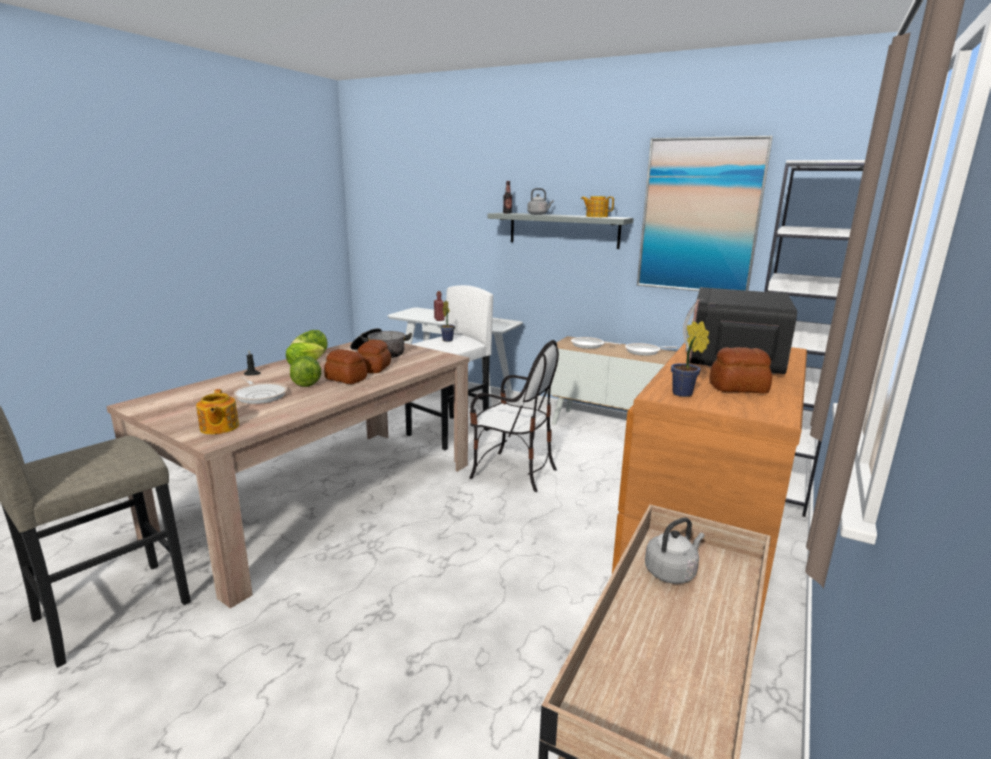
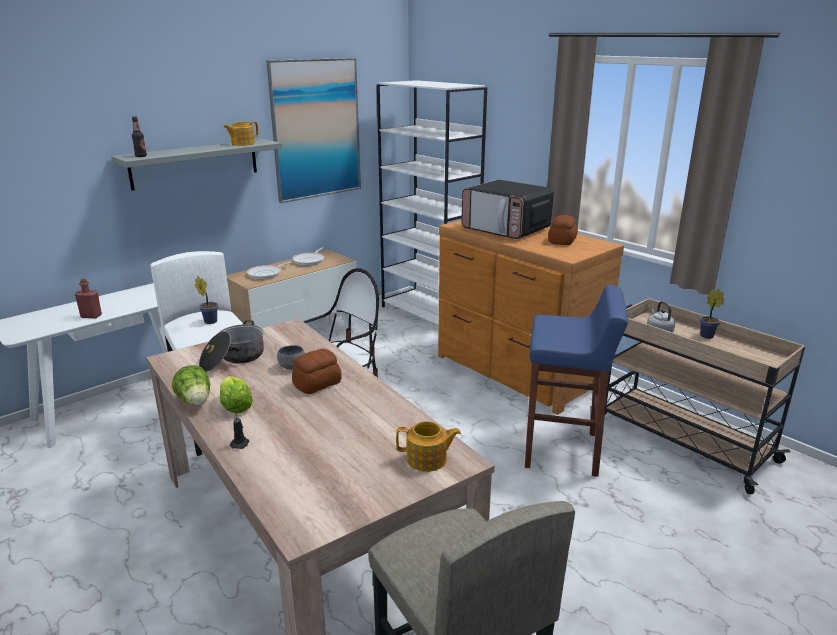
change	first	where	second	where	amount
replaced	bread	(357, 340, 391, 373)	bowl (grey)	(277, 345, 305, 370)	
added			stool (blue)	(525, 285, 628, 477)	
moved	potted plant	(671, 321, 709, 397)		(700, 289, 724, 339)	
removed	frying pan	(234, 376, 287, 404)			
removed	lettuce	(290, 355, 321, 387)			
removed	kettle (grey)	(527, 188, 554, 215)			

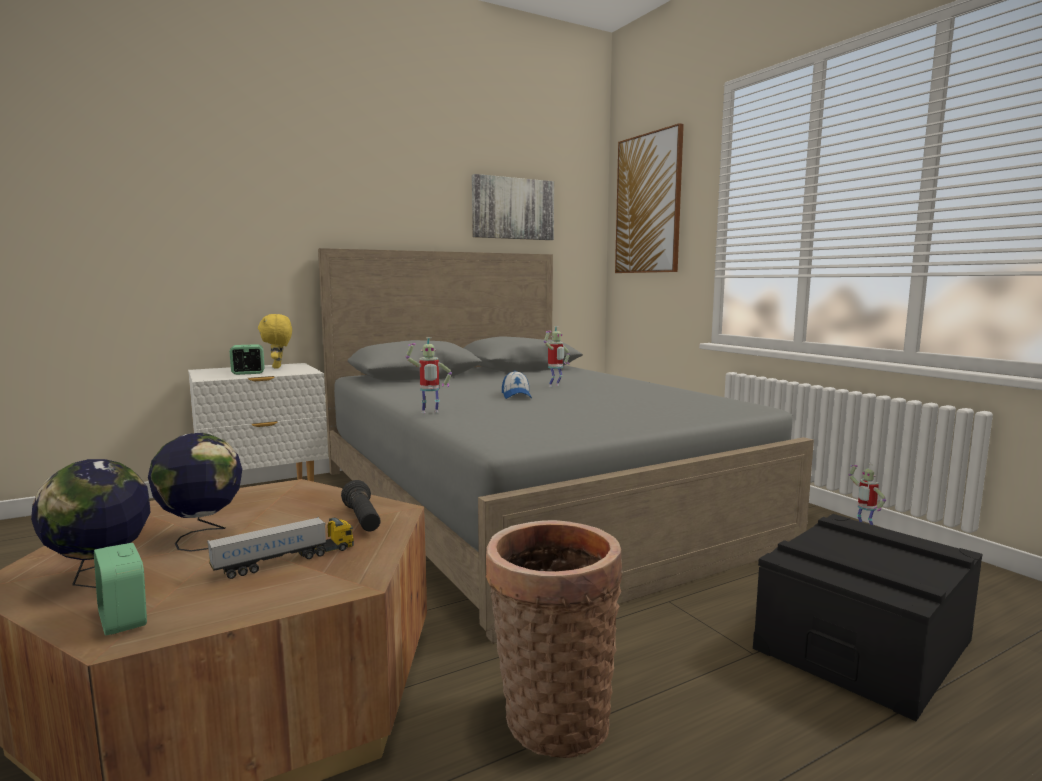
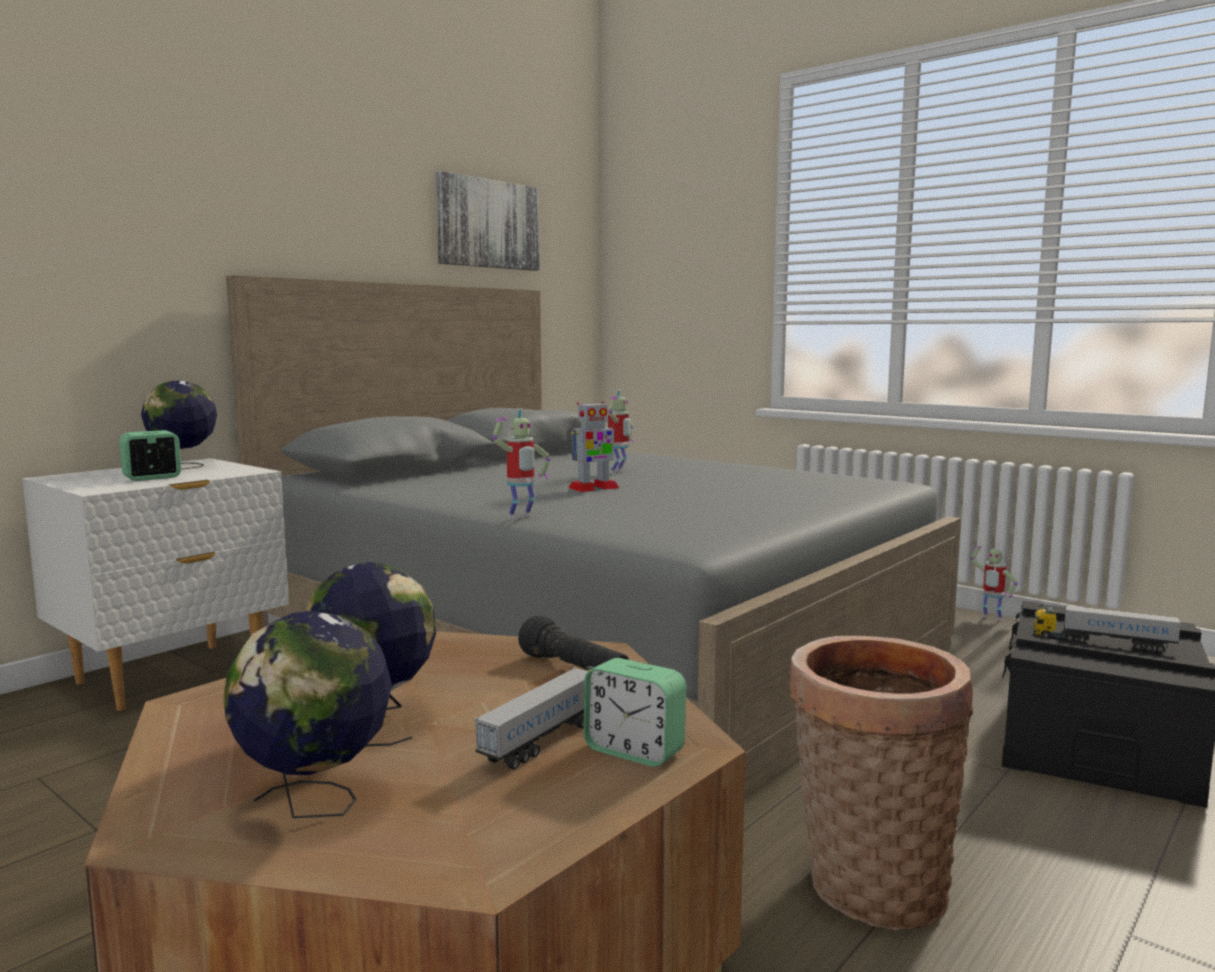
change	first	where	second	where	amount
replaced	plush toy (yellow)	(258, 314, 292, 369)	globe	(141, 380, 217, 469)	
replaced	cap	(502, 370, 532, 399)	toy robot	(568, 401, 619, 492)	
moved	alarm clock	(94, 543, 147, 636)		(584, 658, 686, 767)	
added			toy truck	(1033, 605, 1181, 653)	
removed	picture	(615, 123, 684, 273)			

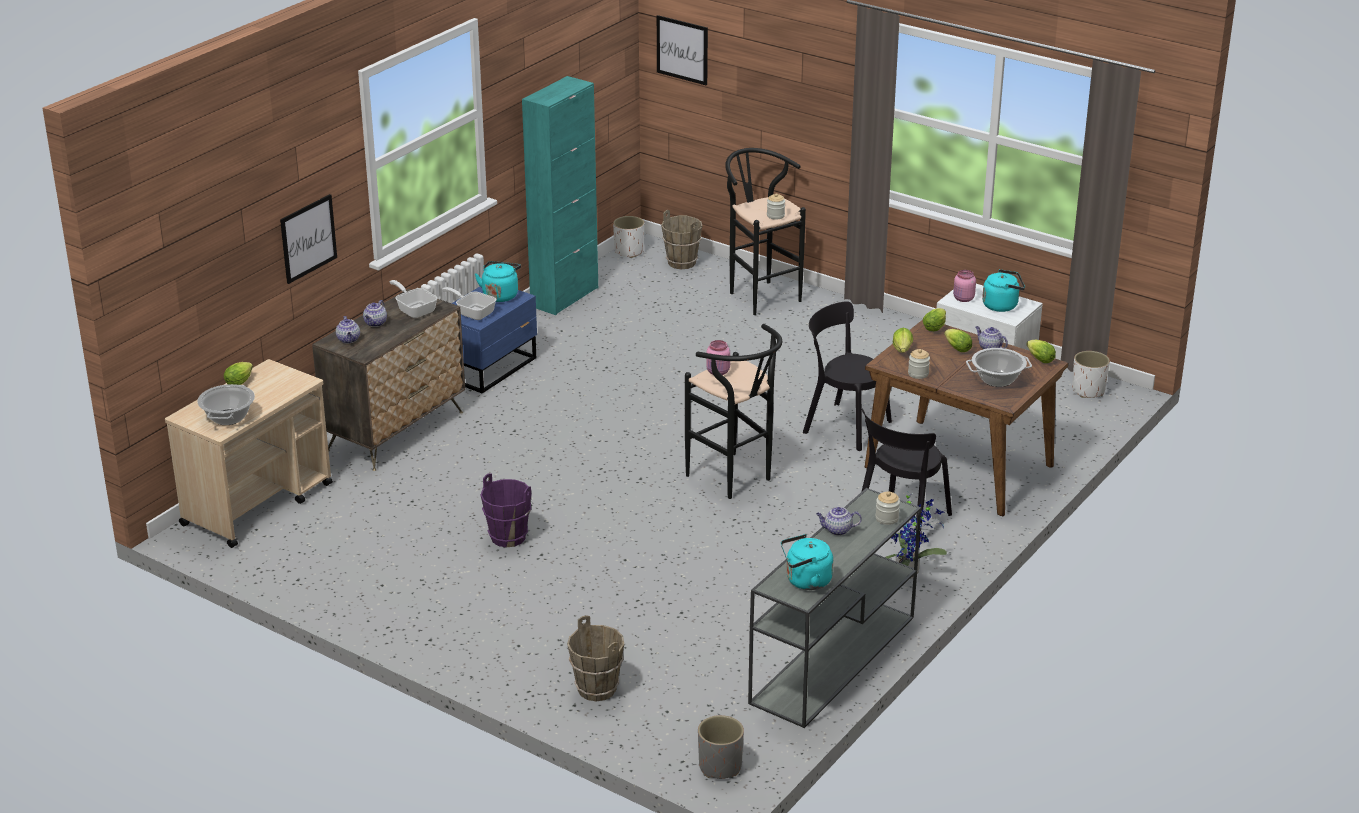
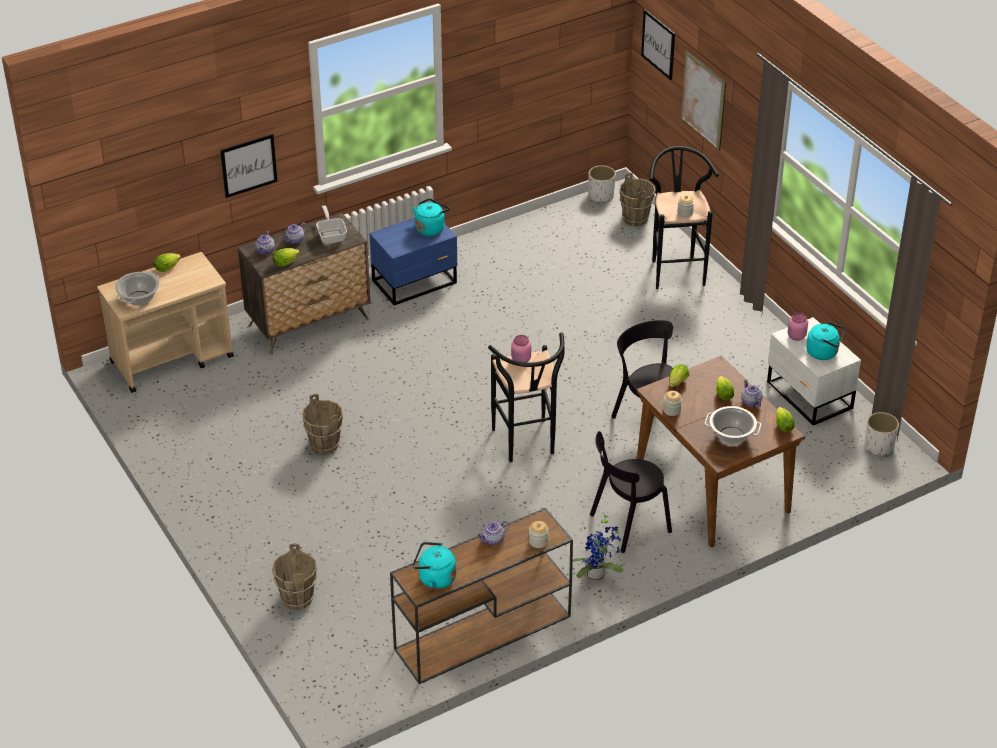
change	first	where	second	where	amount
moved	lettuce	(923, 308, 946, 331)		(273, 248, 300, 267)	
recoloured	bucket (purple)	(480, 473, 531, 547)	bucket (brown)	(302, 394, 343, 455)	
recoloured	console table (grey)	(748, 488, 921, 728)	console table (brown)	(390, 508, 573, 684)	
turned	teapot	(816, 507, 862, 536)		(477, 521, 509, 545)	60 degrees counterclockwise
added			picture	(681, 50, 726, 151)	
removed	frying pan	(442, 287, 496, 320)			
removed	cabinet (turquoise)	(522, 76, 598, 315)			
removed	planter (grey)	(698, 715, 744, 779)			

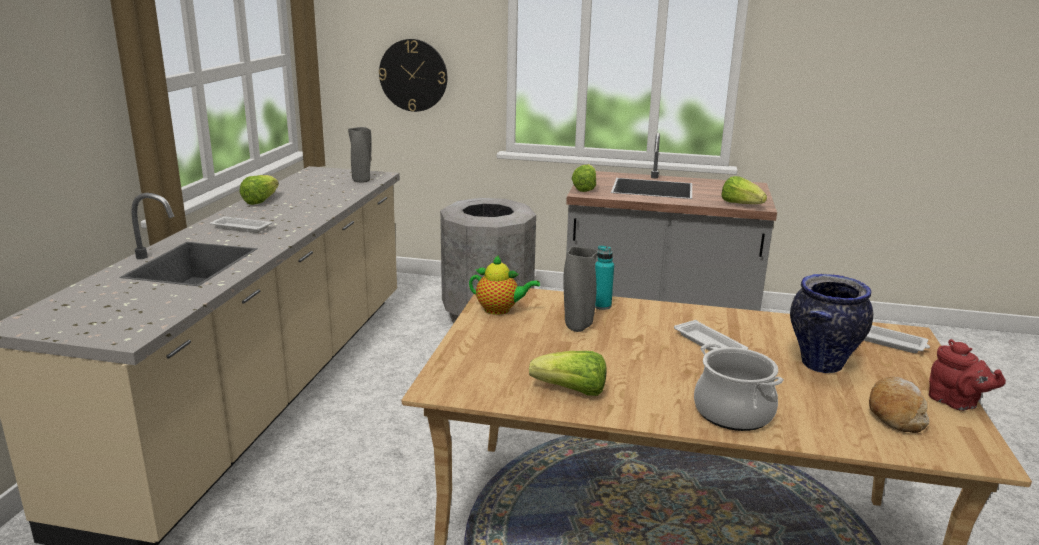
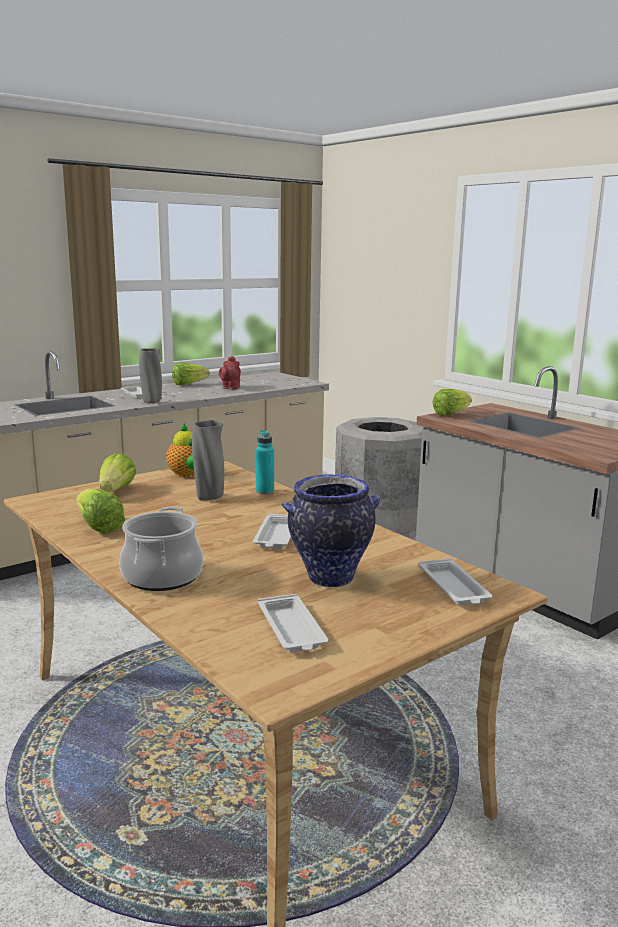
change	first	where	second	where	amount
moved	lettuce	(722, 176, 767, 204)		(99, 453, 137, 492)	
moved	vase (grey)	(348, 127, 372, 183)		(139, 348, 162, 404)	
moved	teapot (red)	(929, 339, 1006, 411)		(219, 356, 241, 390)	
replaced	bread	(869, 377, 930, 433)	tray (white)	(258, 594, 328, 652)	
removed	wall clock	(379, 39, 447, 112)			

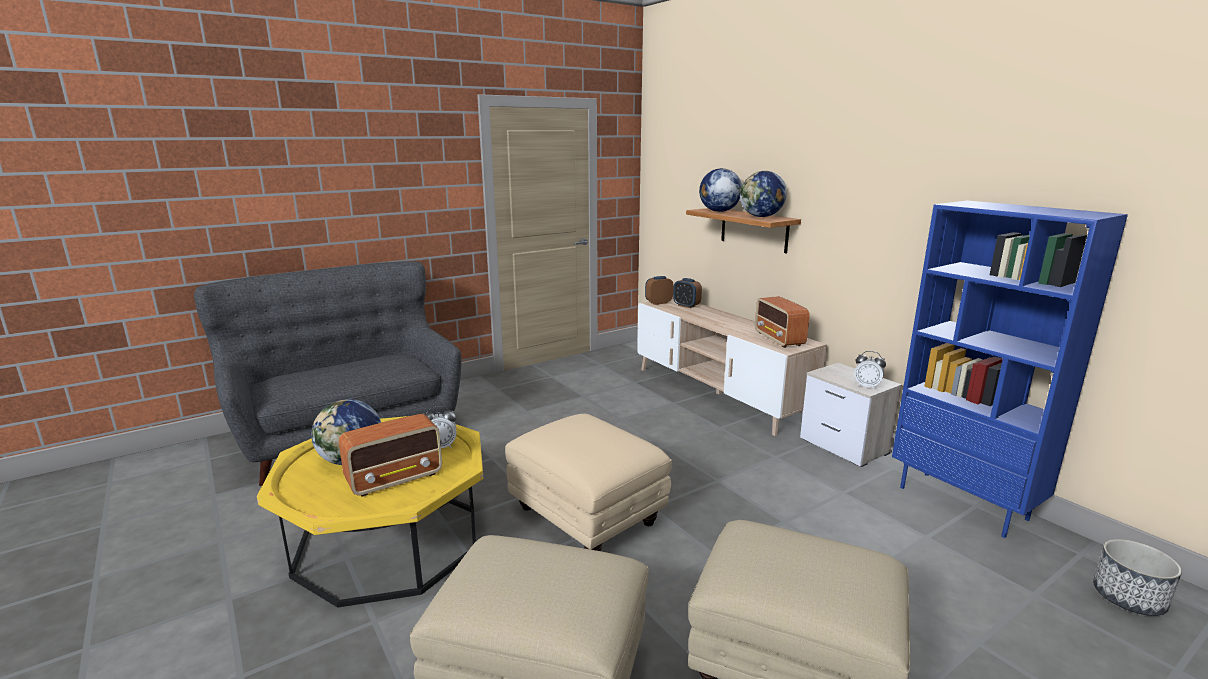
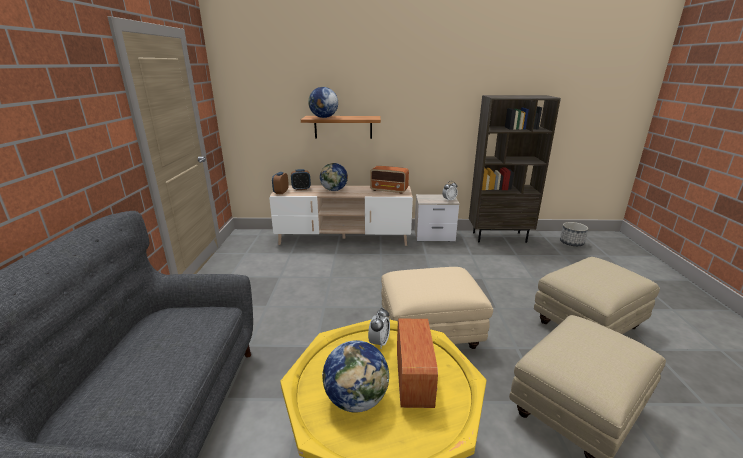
change	first	where	second	where	amount
moved	globe	(740, 171, 787, 217)		(320, 163, 348, 191)	
recoloured	bookcase (blue)	(892, 201, 1128, 538)	bookcase (brown)	(469, 95, 561, 243)	

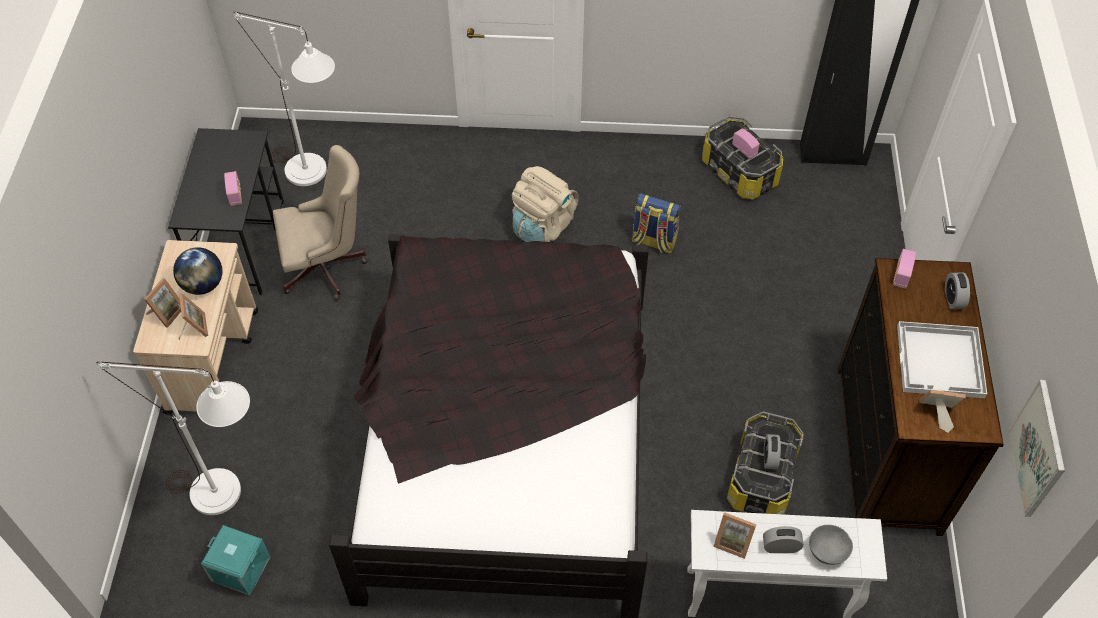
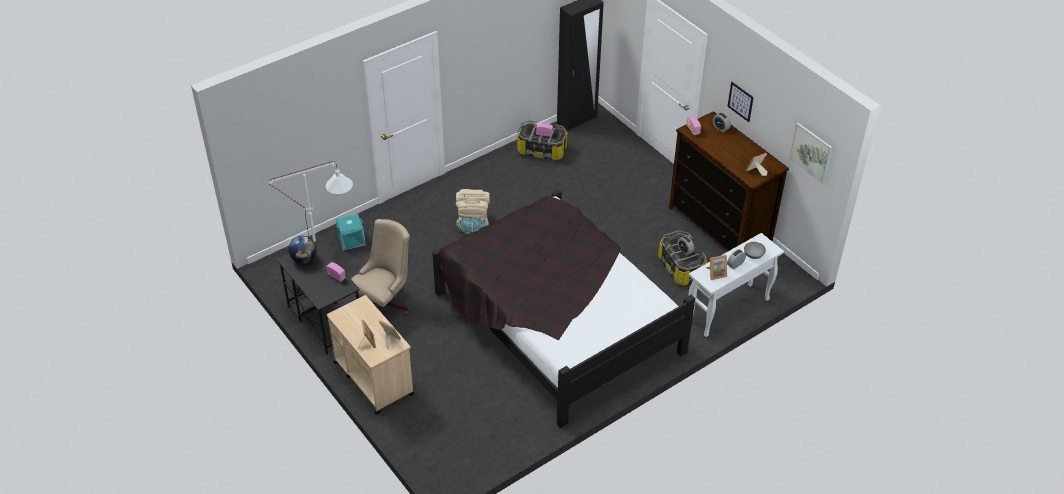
change	first	where	second	where	amount
moved	globe	(173, 247, 222, 295)		(288, 236, 317, 264)	
moved	storage box (turquoise)	(201, 525, 270, 596)		(336, 214, 366, 250)	
added			picture	(727, 82, 754, 122)	
removed	floor lamp (white)	(96, 361, 250, 515)			
removed	backpack	(631, 193, 681, 253)			
removed	tray (white)	(897, 321, 987, 398)			

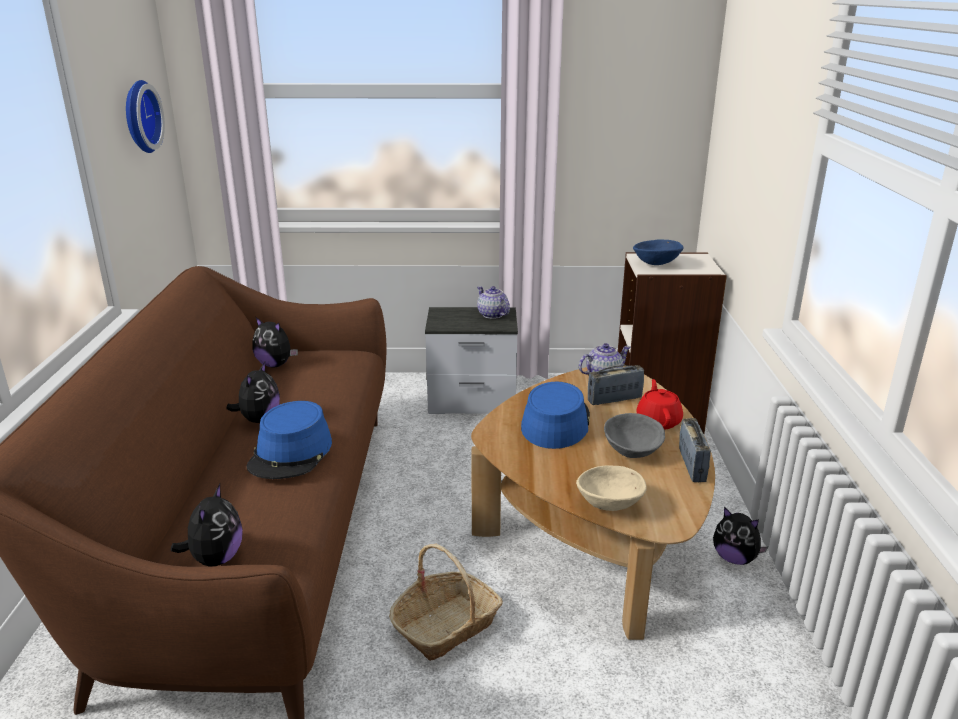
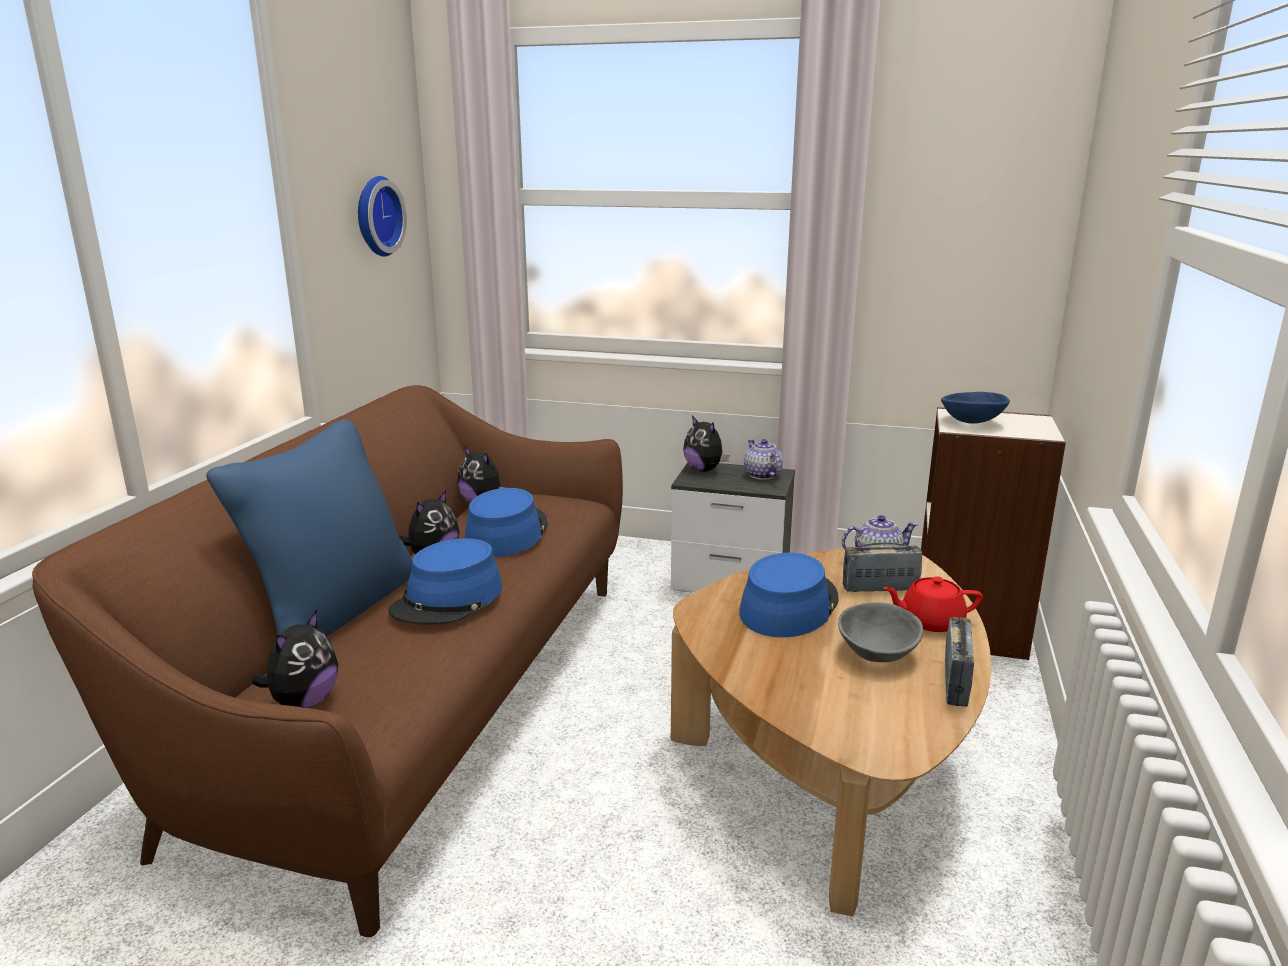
change	first	where	second	where	amount
added			pillow (blue)	(206, 419, 412, 636)	
added			hat (blue)	(465, 488, 548, 557)	
moved	plush toy	(713, 507, 768, 565)		(683, 415, 729, 472)	
turned	teapot (red)	(636, 379, 683, 429)		(883, 576, 983, 632)	105 degrees counterclockwise
removed	basket	(389, 543, 503, 661)			
removed	bowl (beige)	(576, 465, 647, 511)			

